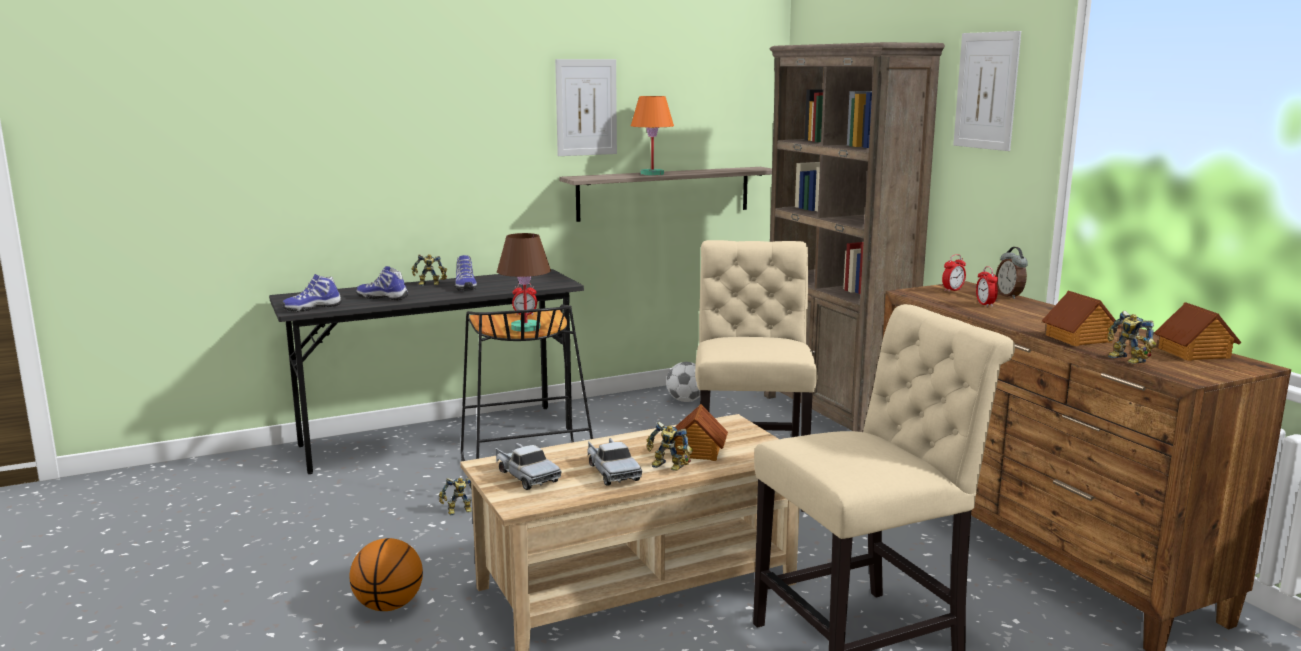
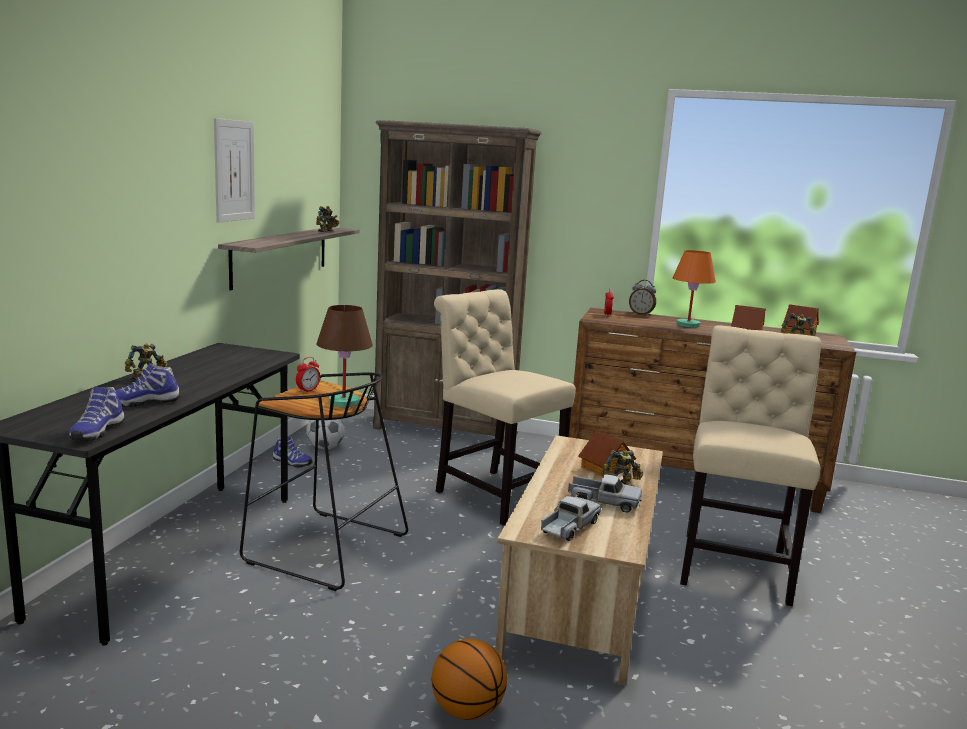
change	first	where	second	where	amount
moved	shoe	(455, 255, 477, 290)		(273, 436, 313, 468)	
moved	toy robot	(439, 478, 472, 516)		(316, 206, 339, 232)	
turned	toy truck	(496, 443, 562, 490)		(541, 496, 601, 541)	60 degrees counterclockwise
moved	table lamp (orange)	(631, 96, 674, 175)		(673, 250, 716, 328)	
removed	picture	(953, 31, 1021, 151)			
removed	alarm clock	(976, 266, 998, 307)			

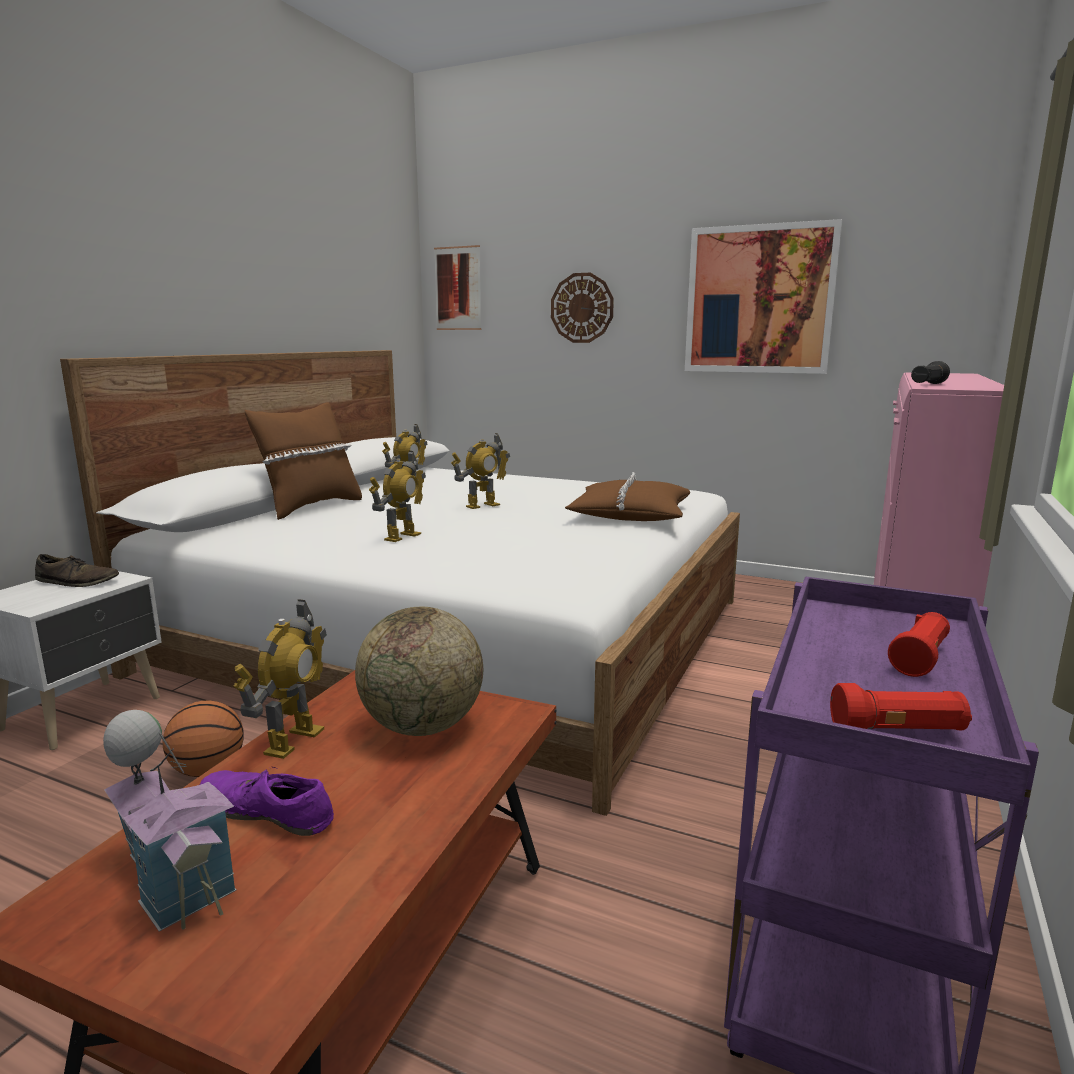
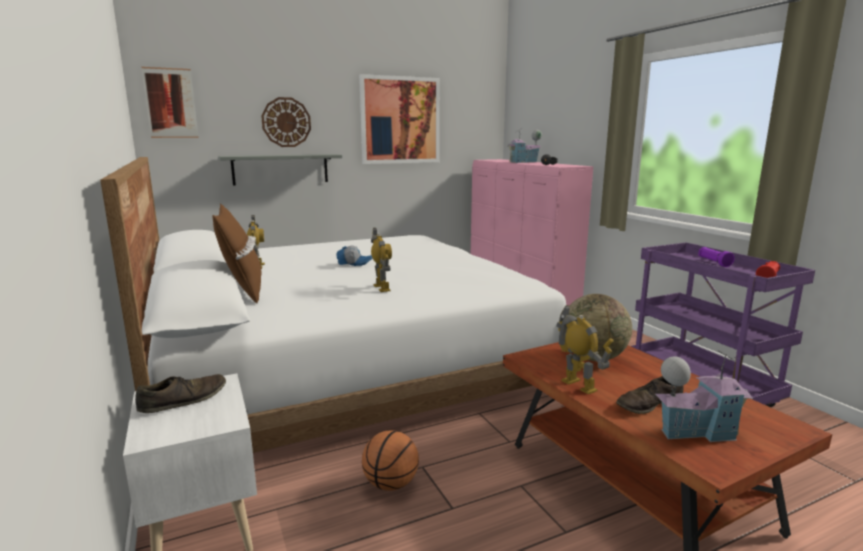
change	first	where	second	where	amount
added			shelf (grey)	(218, 154, 342, 186)	
replaced	toy robot	(451, 433, 510, 509)	cap	(336, 245, 373, 266)	
added			toy house	(508, 129, 542, 163)	
recoloured	shoe (purple)	(200, 767, 334, 836)	shoe (brown)	(616, 376, 683, 414)	
recoloured	flashlight (red)	(888, 612, 950, 677)	flashlight (purple)	(698, 247, 735, 267)	
removed	pillow (brown)	(565, 472, 690, 521)			

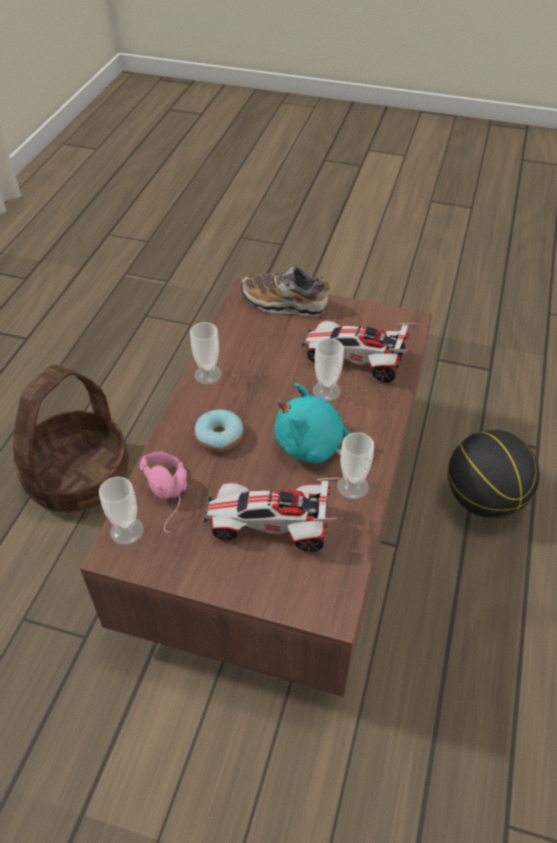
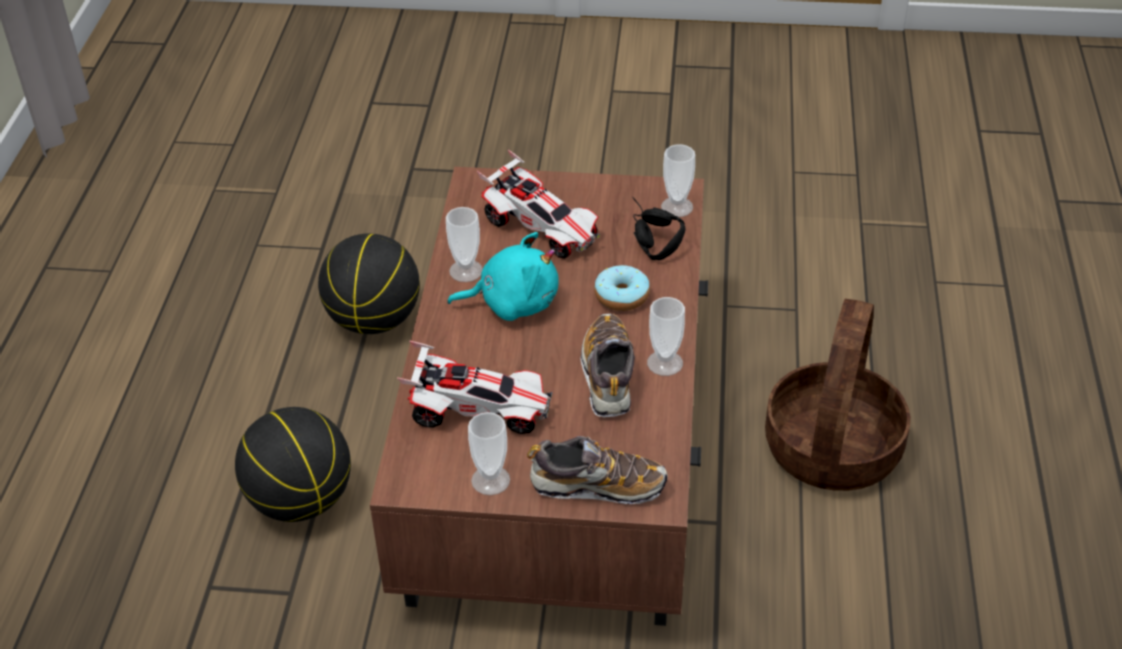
change	first	where	second	where	amount
added			basketball	(318, 233, 420, 334)	
moved	cup	(313, 338, 344, 401)		(468, 412, 510, 495)	
turned	toy car	(203, 478, 340, 552)		(477, 150, 600, 259)	45 degrees clockwise
added			shoe	(581, 314, 635, 417)	
recoloured	headphones (pink)	(139, 452, 187, 533)	headphones (black)	(632, 197, 686, 261)	

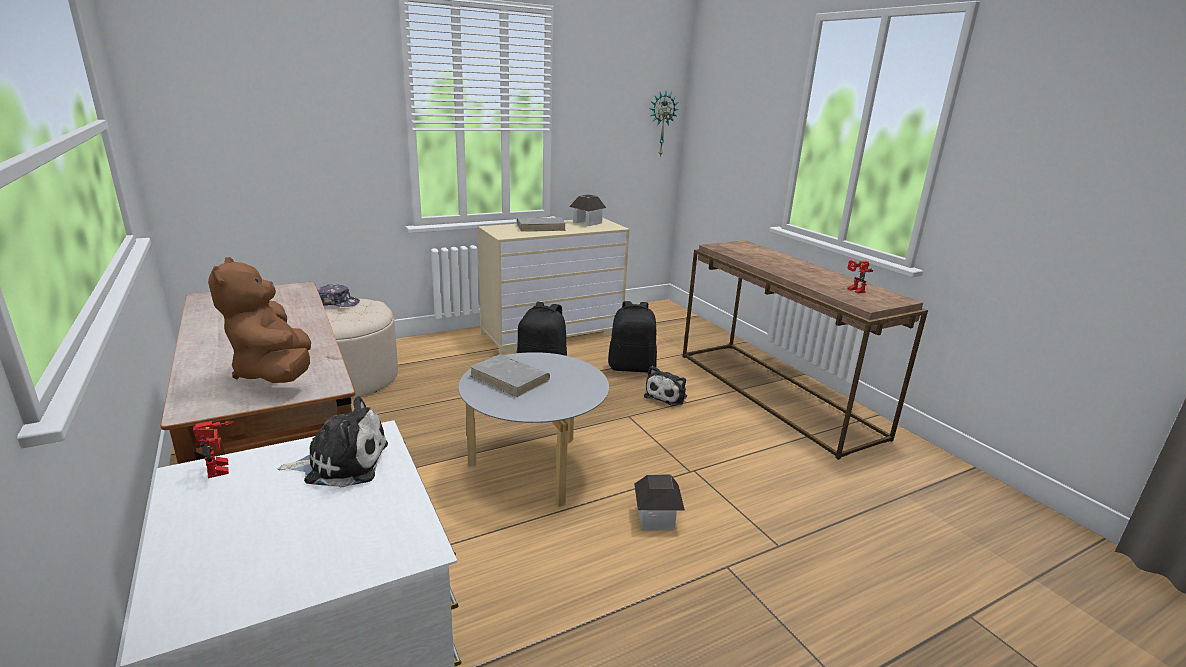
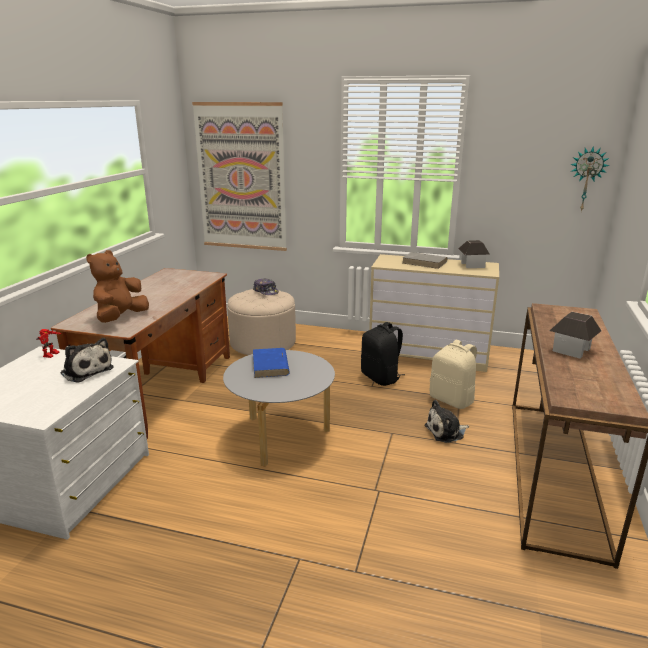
change	first	where	second	where	amount
added			picture	(192, 102, 287, 251)	
recoloured	book (grey)	(470, 354, 550, 397)	book (blue)	(253, 348, 290, 378)	
recoloured	backpack (black)	(608, 301, 657, 372)	backpack (beige)	(430, 340, 477, 409)	
moved	toy house	(634, 474, 685, 530)		(550, 312, 601, 359)	
removed	toy robot	(847, 260, 873, 293)			

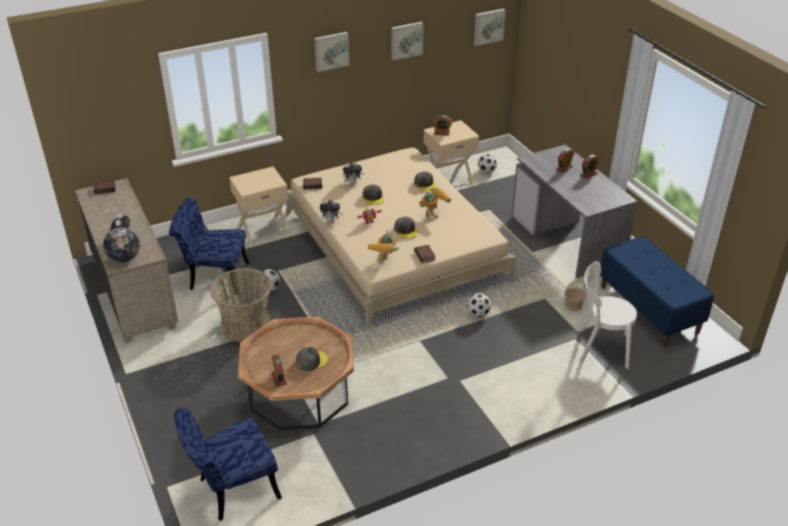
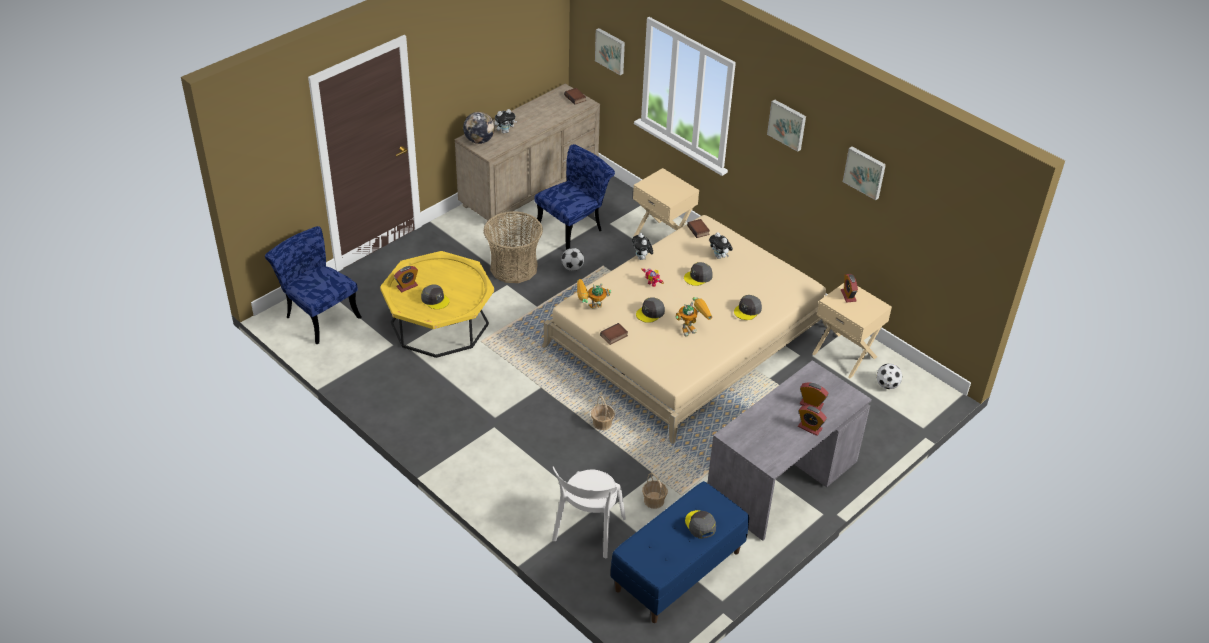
change	first	where	second	where	amount
recoloured	coffee table (brown)	(238, 316, 354, 430)	coffee table (yellow)	(380, 251, 494, 358)	
turned	chair (blue)	(169, 197, 250, 294)		(534, 144, 615, 250)	60 degrees clockwise
turned	chair (white)	(579, 261, 637, 369)		(552, 467, 626, 559)	150 degrees counterclockwise
replaced	football	(467, 293, 491, 317)	basket	(591, 396, 615, 430)	
moved	picture	(474, 9, 506, 46)		(595, 28, 625, 75)	
turned	toy robot	(419, 187, 451, 221)		(676, 297, 712, 337)	60 degrees counterclockwise
added			cap (grey)	(685, 510, 716, 539)	

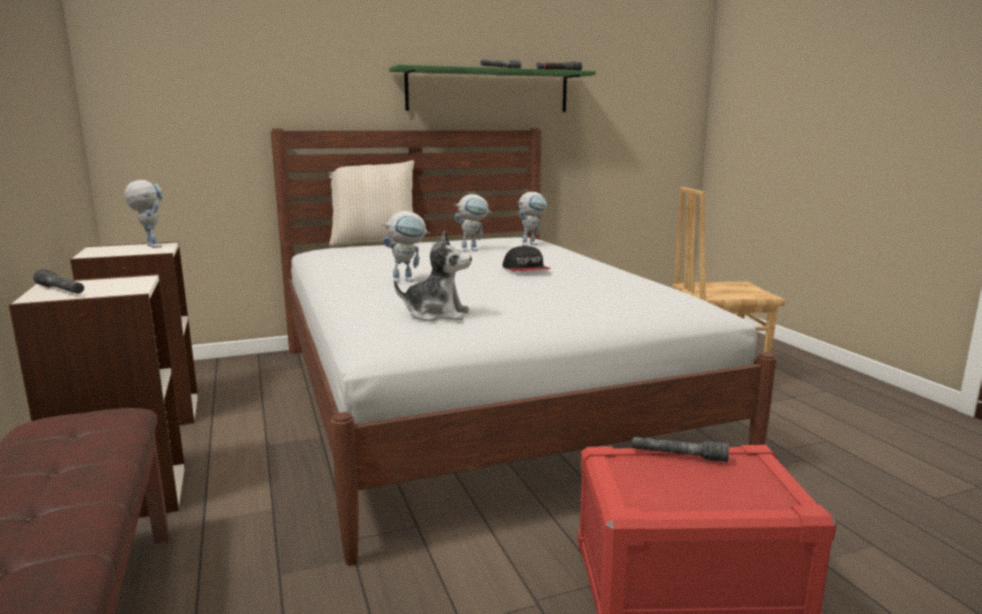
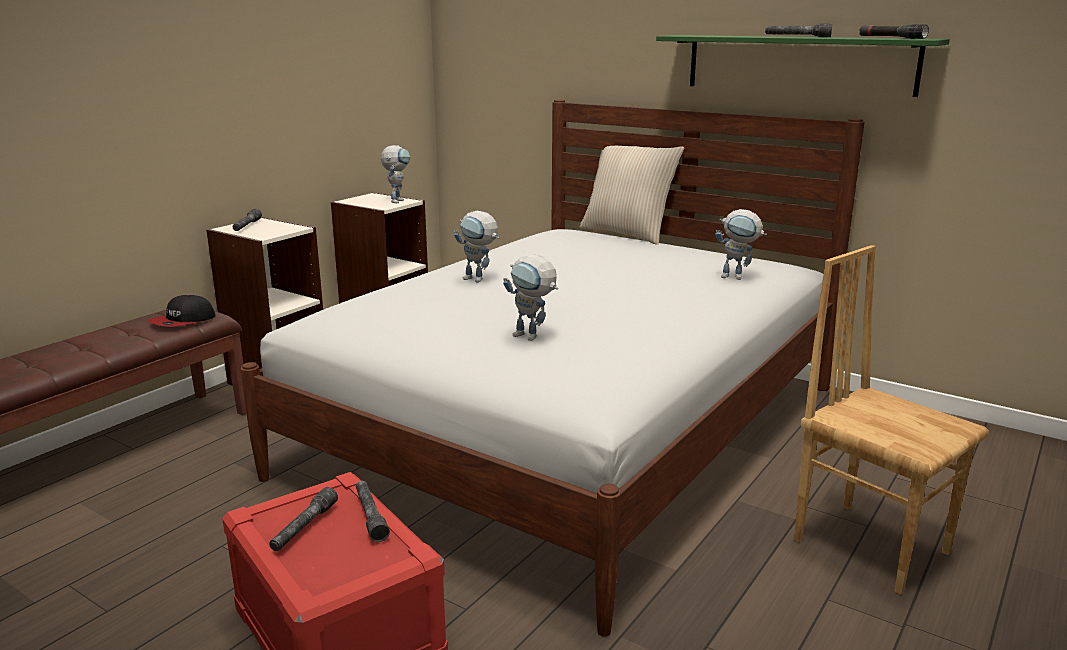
change	first	where	second	where	amount
moved	cap	(502, 245, 551, 271)		(148, 295, 216, 327)	
added			flashlight (grey)	(269, 487, 338, 551)	
moved	toy robot	(454, 194, 491, 252)		(503, 254, 558, 341)	
removed	plush toy	(394, 231, 472, 321)			

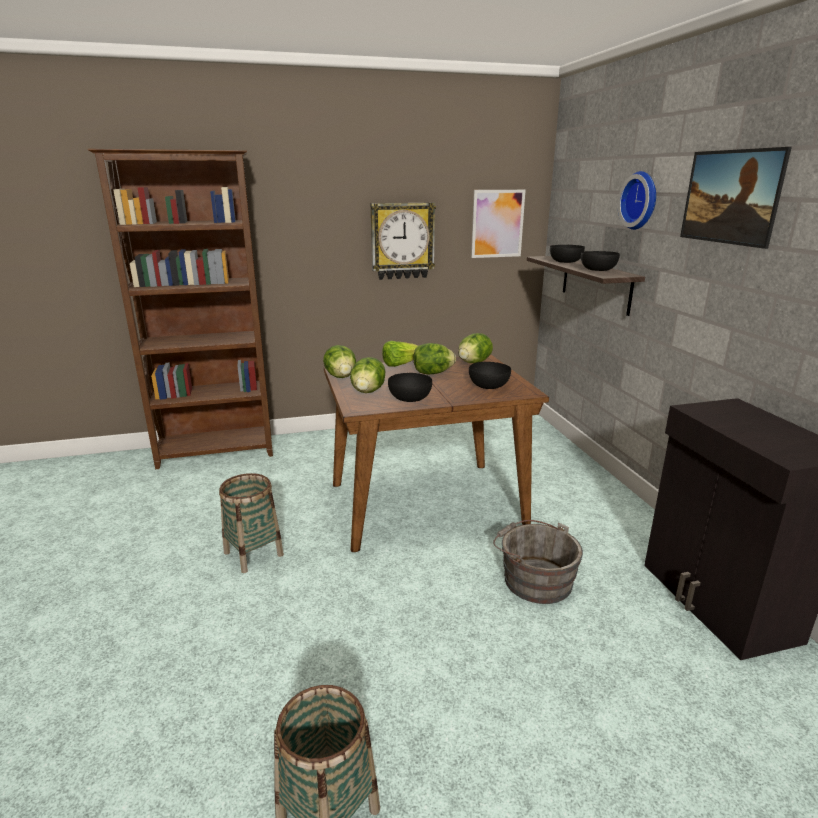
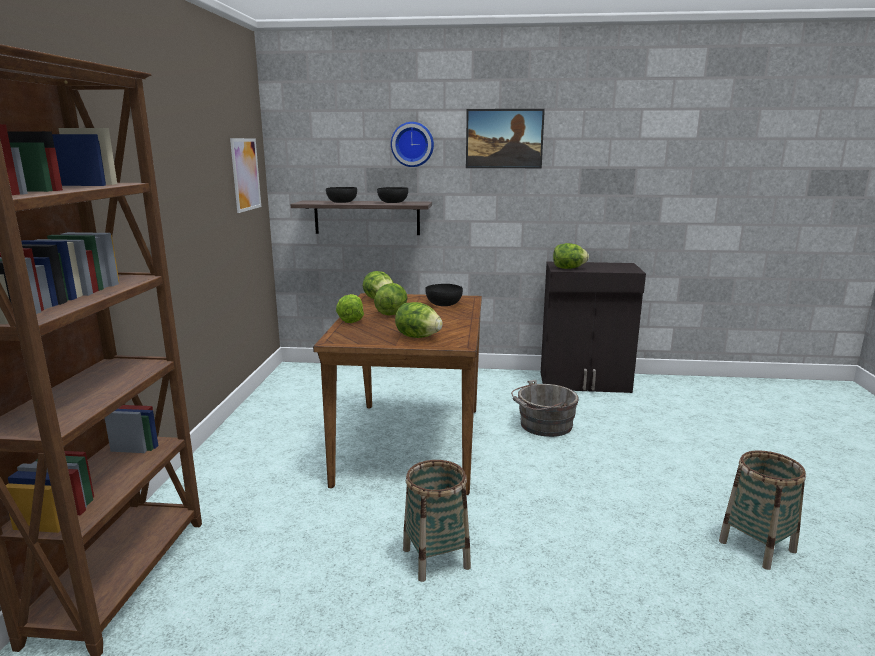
change	first	where	second	where	amount
moved	lettuce	(323, 345, 356, 378)		(553, 243, 589, 269)	
removed	wall clock	(371, 203, 436, 280)			
removed	bowl (black)	(388, 373, 432, 402)			

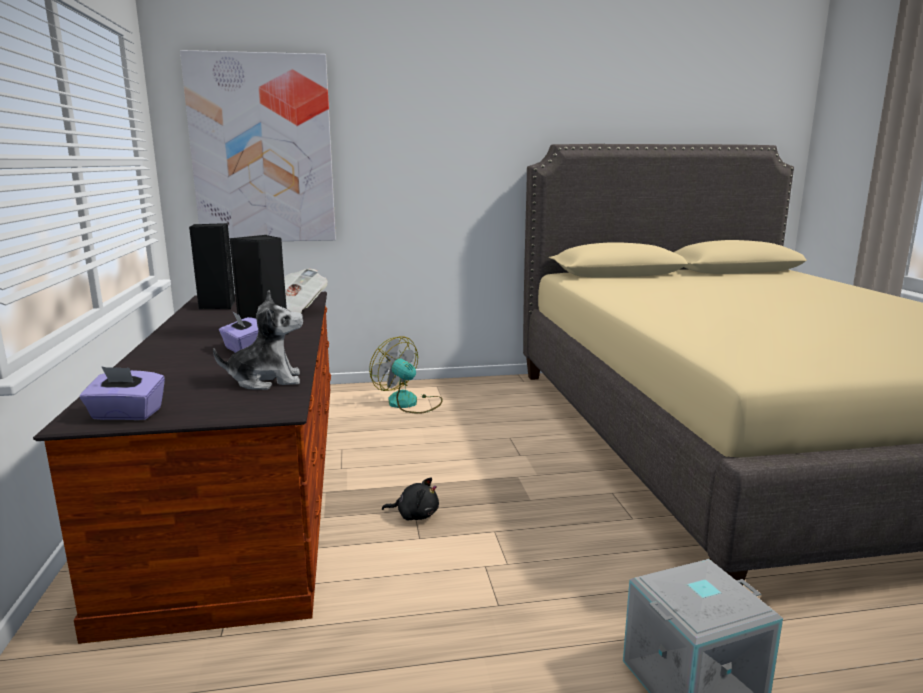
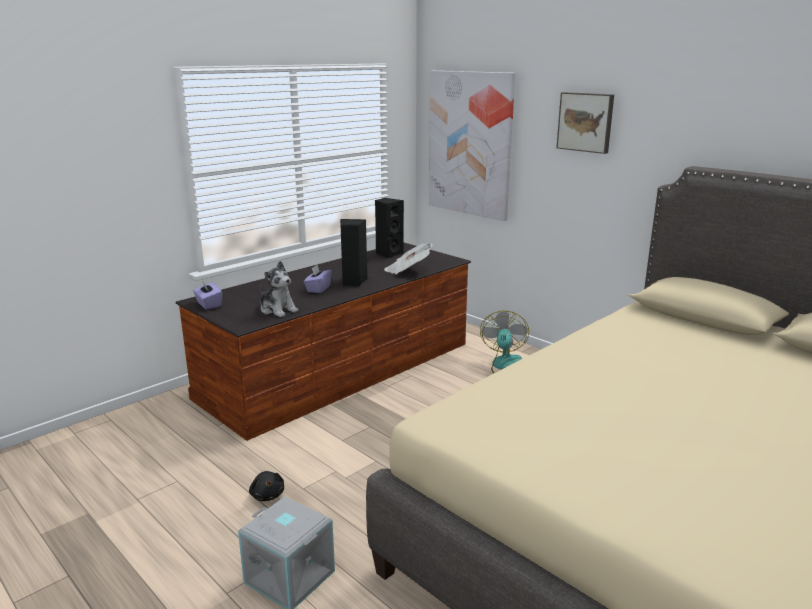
change	first	where	second	where	amount
moved	plush toy (black)	(382, 478, 439, 520)		(249, 471, 284, 501)	
added			picture	(556, 92, 614, 154)	

